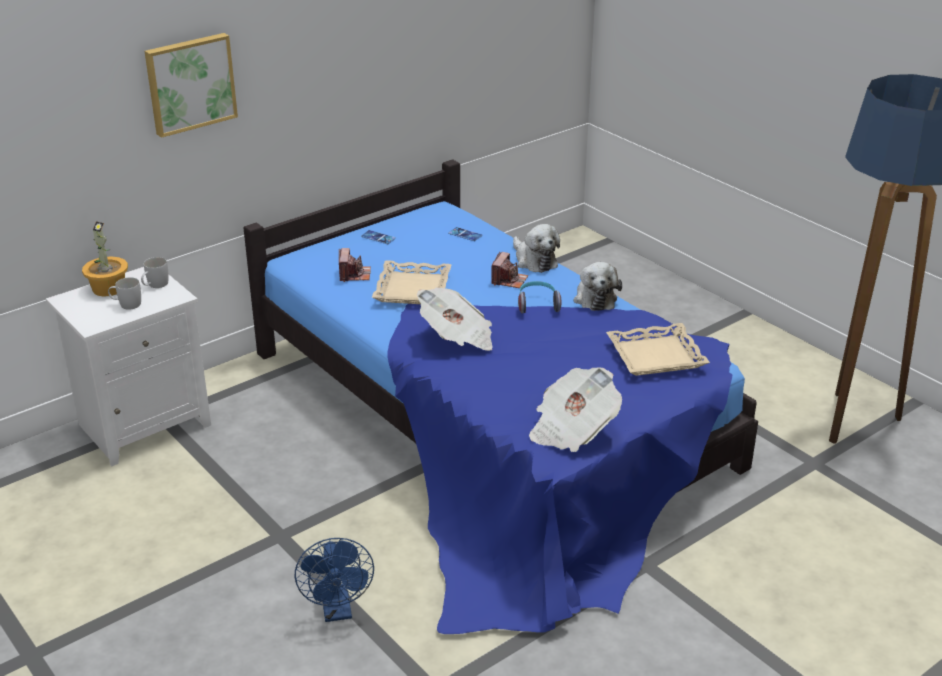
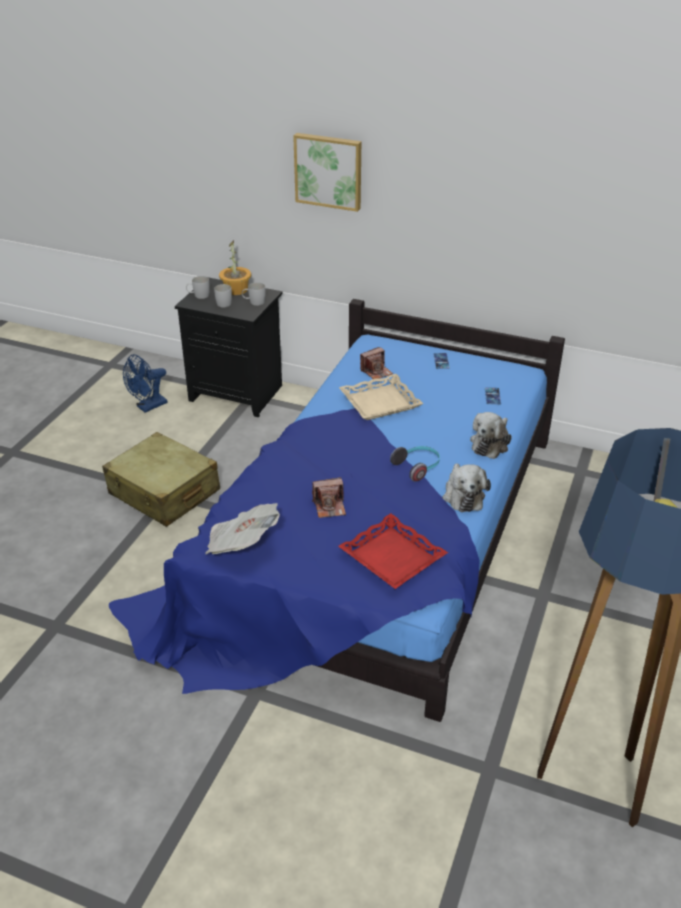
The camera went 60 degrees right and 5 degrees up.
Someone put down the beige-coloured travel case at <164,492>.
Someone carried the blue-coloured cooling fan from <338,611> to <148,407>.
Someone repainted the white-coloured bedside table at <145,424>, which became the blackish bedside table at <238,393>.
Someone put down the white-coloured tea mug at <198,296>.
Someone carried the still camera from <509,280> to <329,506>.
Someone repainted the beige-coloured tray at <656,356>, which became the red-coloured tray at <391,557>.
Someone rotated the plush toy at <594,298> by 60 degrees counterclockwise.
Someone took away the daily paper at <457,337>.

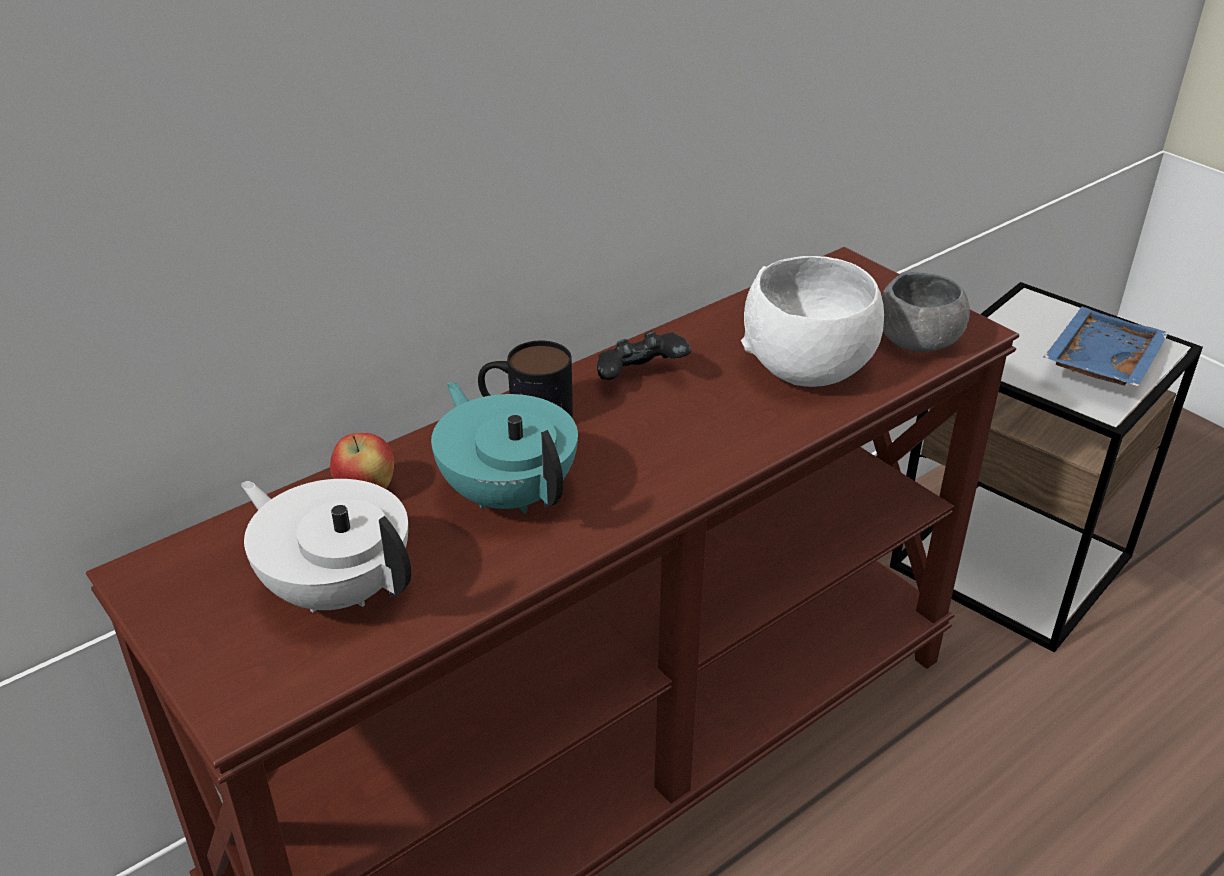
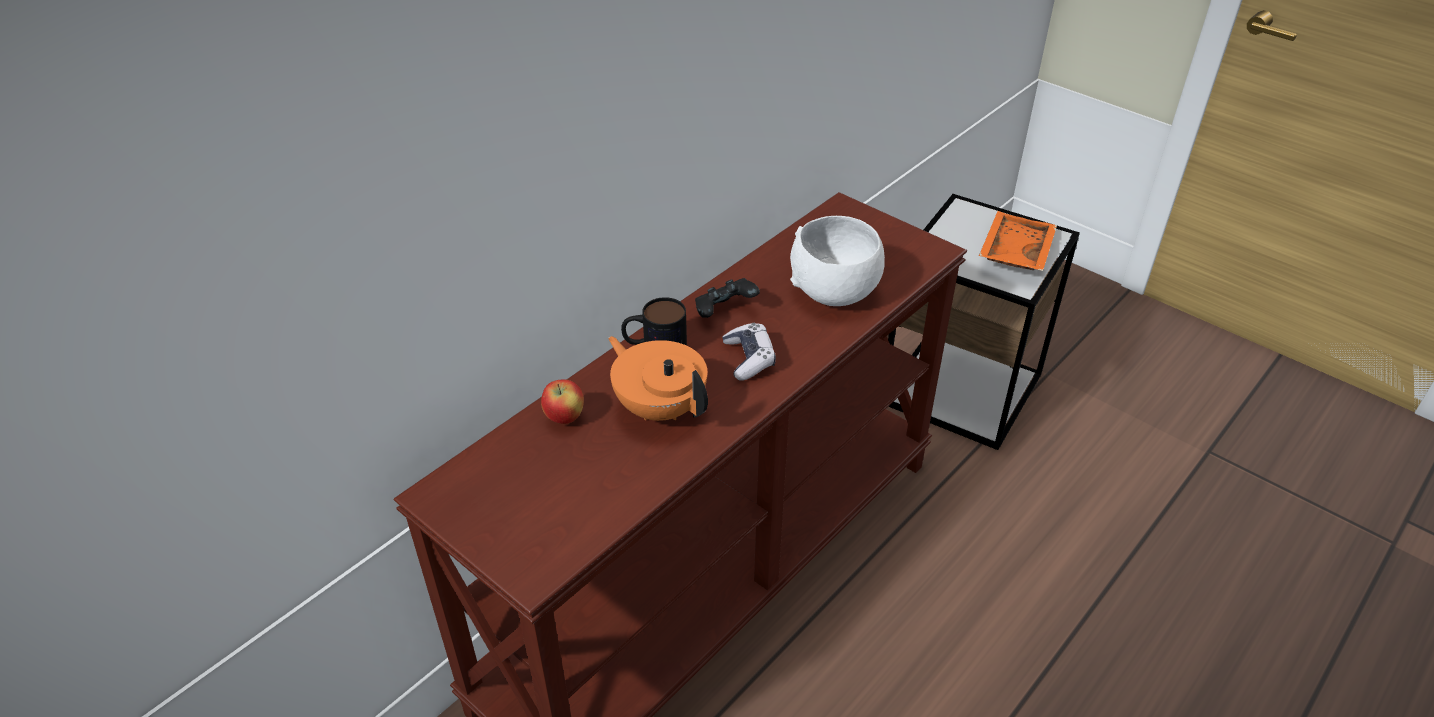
The camera went 10 degrees left and 5 degrees up.
Someone repainted the blue-green tea pot at <508,493>, which became the orangey tea pot at <660,407>.
Someone put down the game controller at <749,358>.
Someone repainted the blue-coloured tray at <1098,363>, which became the orangey tray at <1013,252>.
Someone took away the white-coloured tea pot at <337,588>.
Someone took away the grey deep dish at <917,342>.

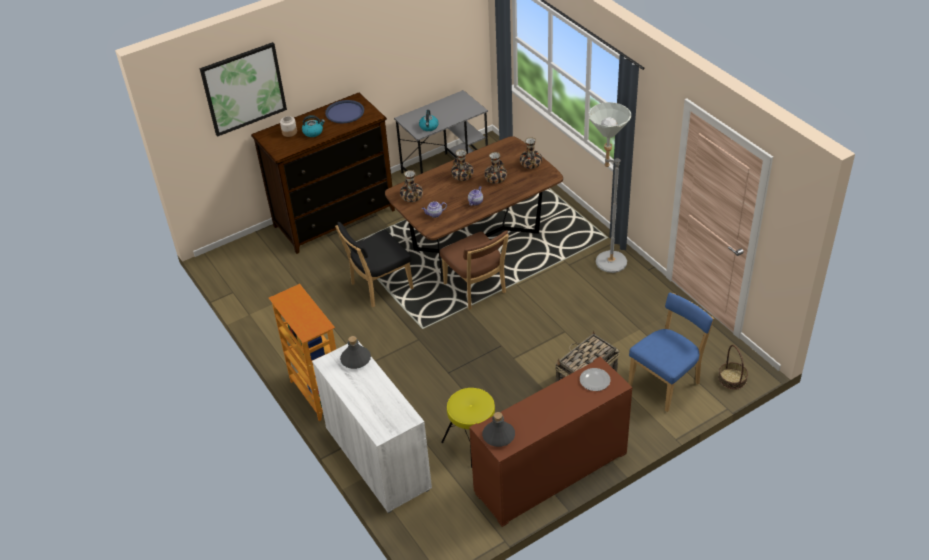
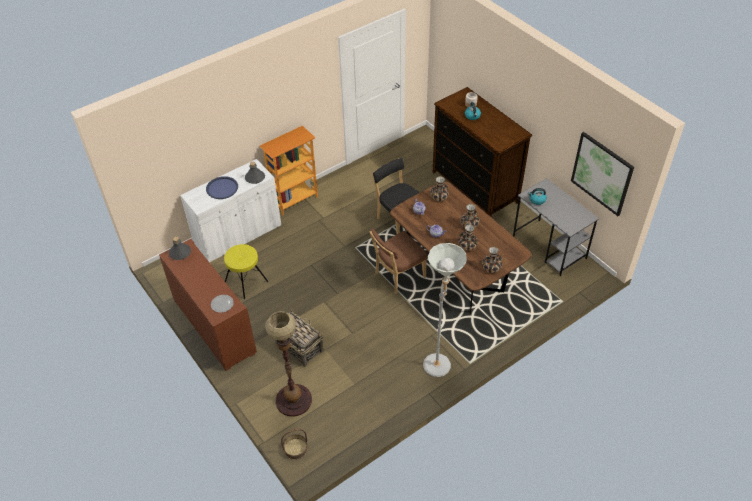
The camera went 85 degrees right and 5 degrees up.
Someone carried the blue-coloured tray from <344,112> to <222,188>.
Someone swapped the blue-coloured plain chair at <666,383> for the standing lamp at <294,400>.
Someone carried the picture from <244,89> to <602,173>.

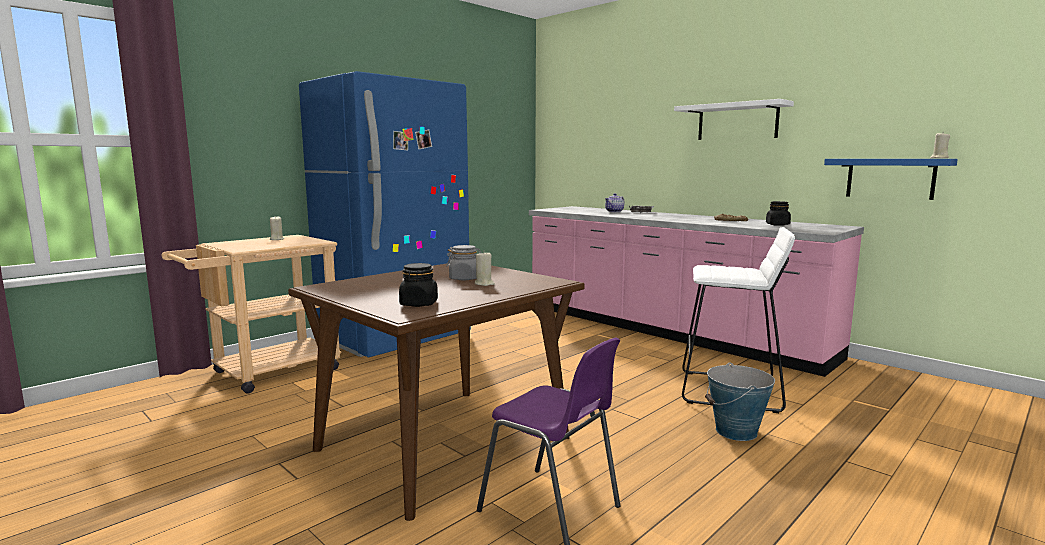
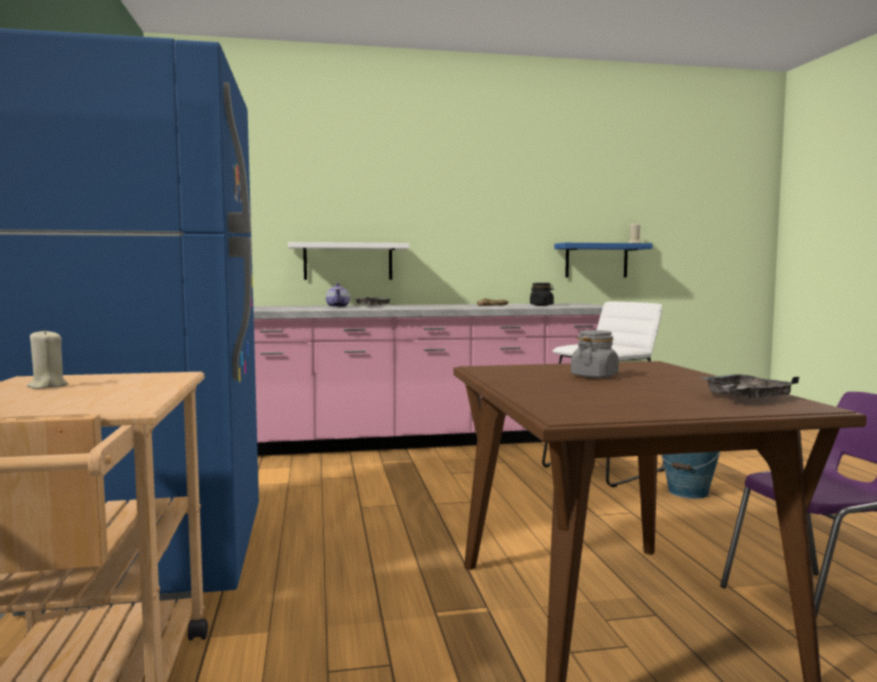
The camera went 55 degrees left and 5 degrees down.
Someone carried the white-coloured bracket shelf from <737,122> to <348,261>.
Someone swapped the blackish preserve jar at <419,304> for the grey tray at <745,398>.
Someone took away the beige-coloured candle at <484,284>.

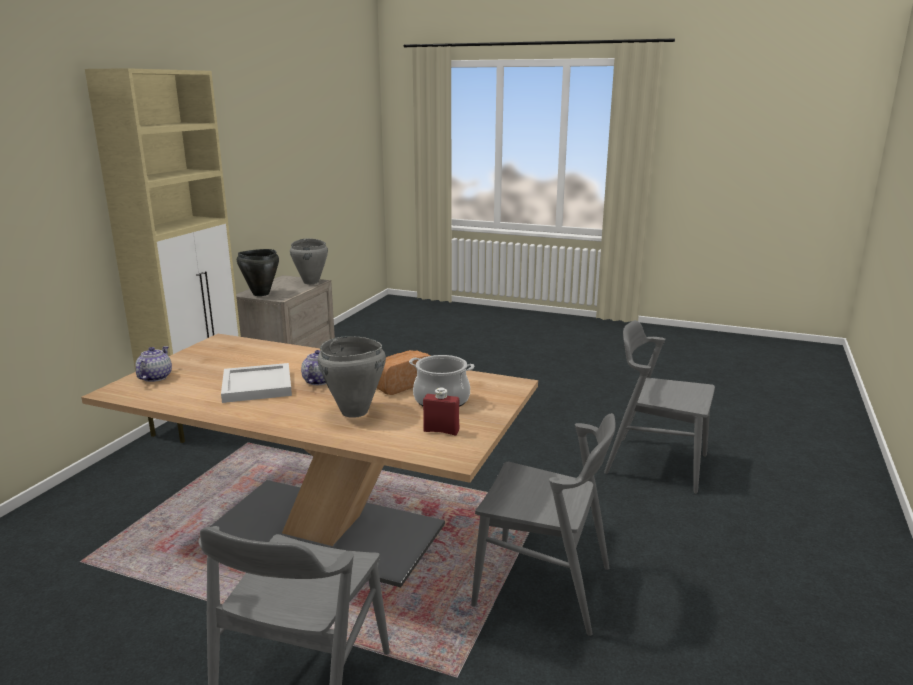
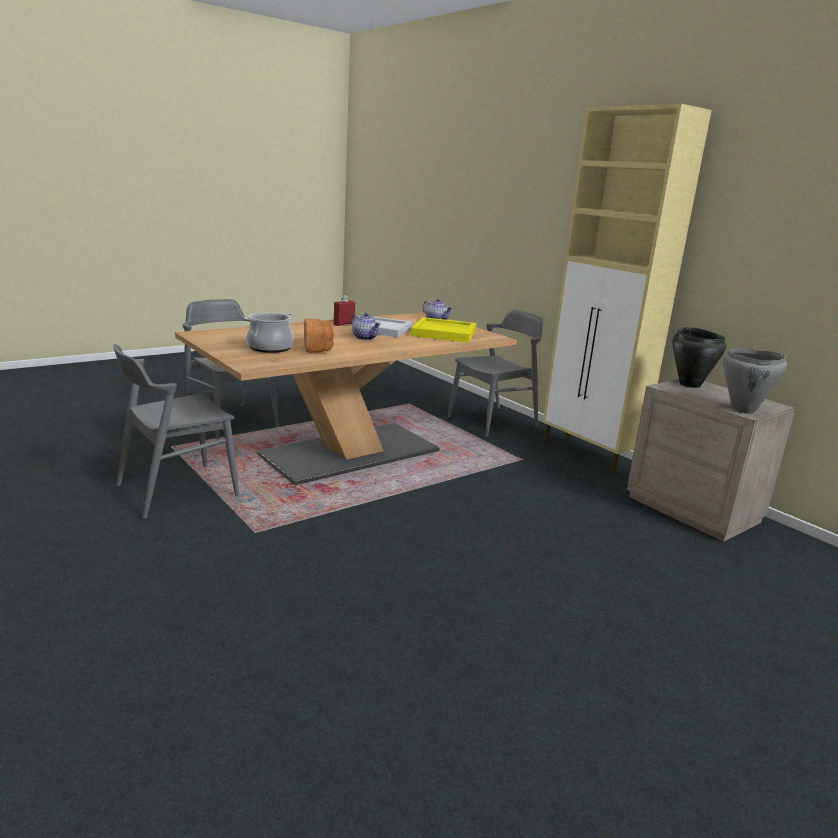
The camera went 120 degrees right and 0 degrees up.
Someone carried the red-coloured drink bottle from <441,431> to <344,324>.
Someone put down the yellowish tray at <444,333>.
Someone carried the grey plain chair from <656,464> to <493,421>.
Someone took away the grey stockpot at <354,412>.

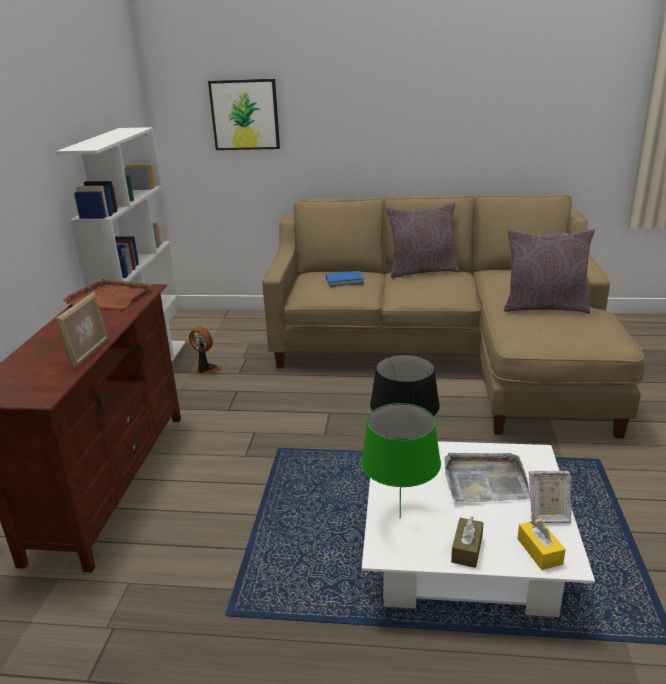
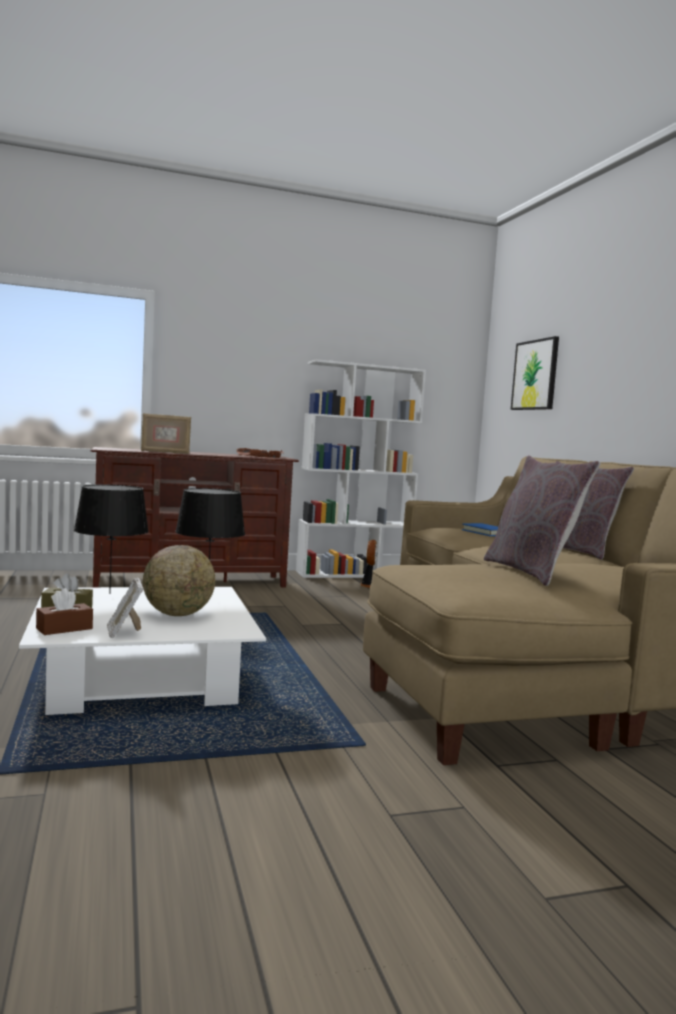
The camera went 65 degrees right and 20 degrees down.
Someone repainted the yellowish box of tissues at <539,551>, which became the brown-coloured box of tissues at <64,628>.
Someone repainted the greenish table lamp at <400,518>, which became the blackish table lamp at <109,594>.
Someone swapped the grey tray at <484,480> for the world globe at <178,614>.

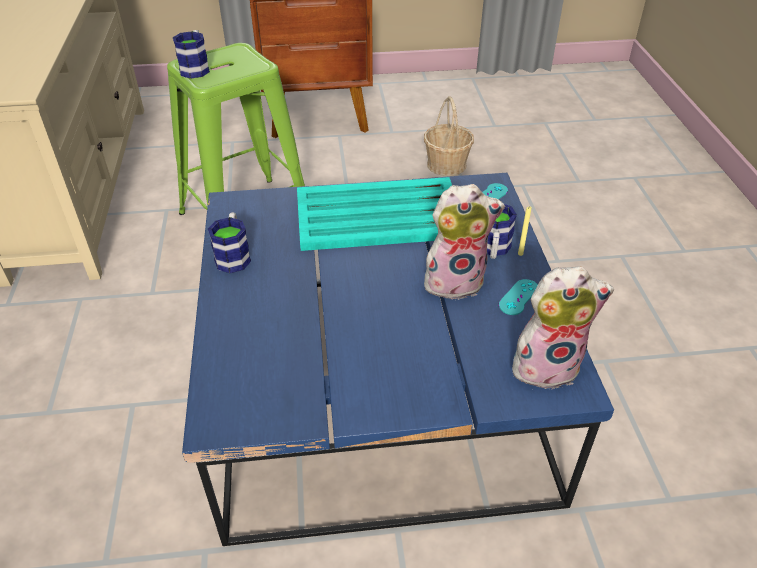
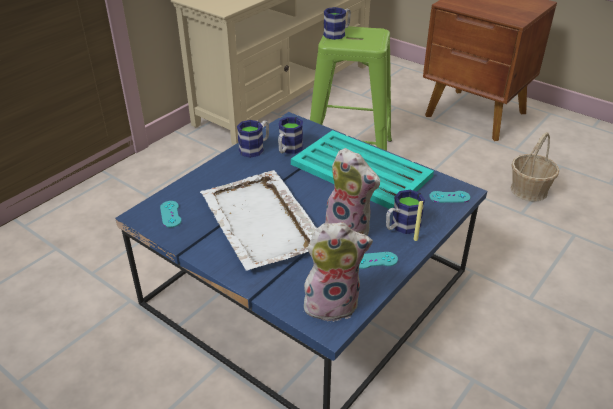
The camera went 45 degrees right and 5 degrees down.
Someone put down the blue-green game controller at <170,214>.
Someone put down the white-coloured tray at <261,223>.
Someone put down the tea mug at <288,150>.
Someone rotated the plush toy at <546,365> by 45 degrees counterclockwise.

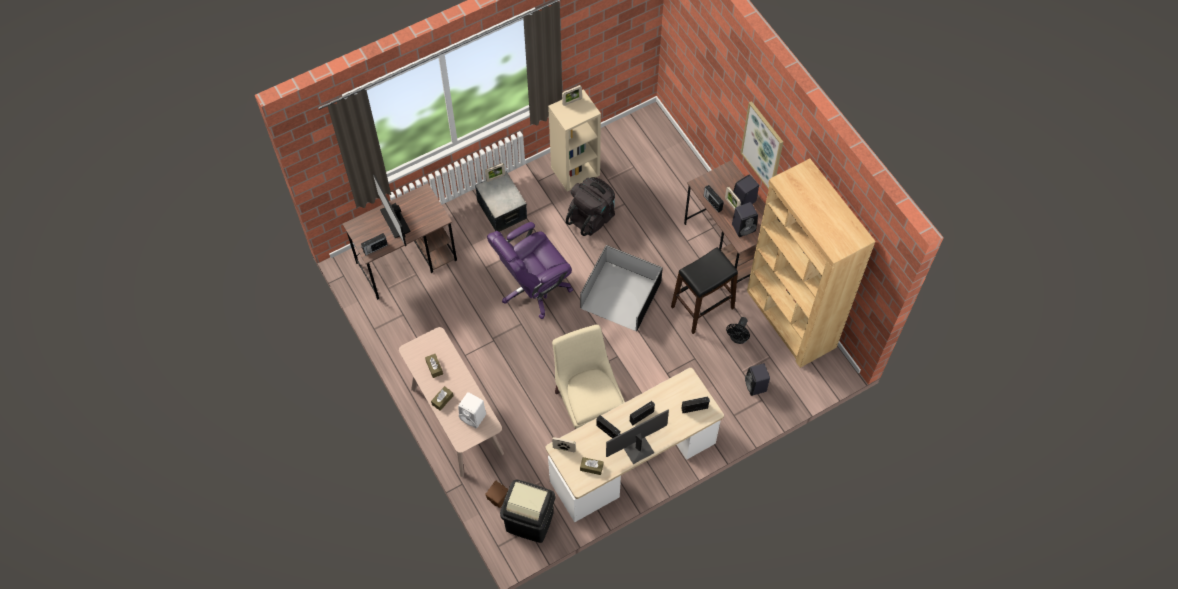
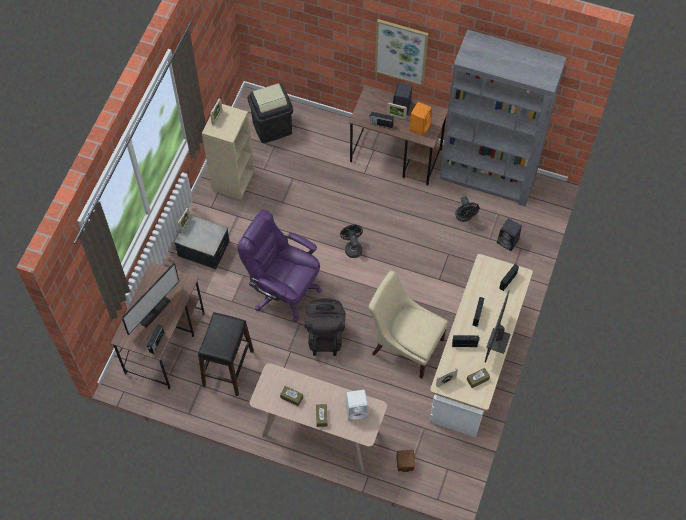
The camera went 40 degrees left and 0 degrees up.
Someone rotated the computer screen at <395,220> by 75 degrees counterclockwise.
Someone carried the blackish sitting stool from <702,308> to <228,368>.
Someone rotated the purplish desk chair at <533,288> by 105 degrees clockwise.
Someone carried the blackish rubbish bin from <530,521> to <272,127>.
Someone carried the blackish rucksack from <592,217> to <325,334>.
Someone swapped the blackish storage bin at <619,295> for the blackish cooling fan at <352,247>.
Someone repainted the blackish loudspeaker at <744,227>, which became the orangey loudspeaker at <420,126>.
Someone repainted the brown-coloured shelving unit at <790,319>, which became the grey shelving unit at <488,177>.

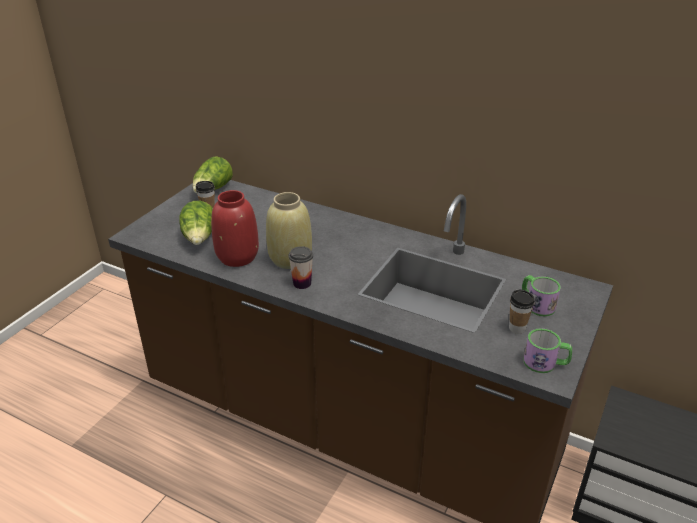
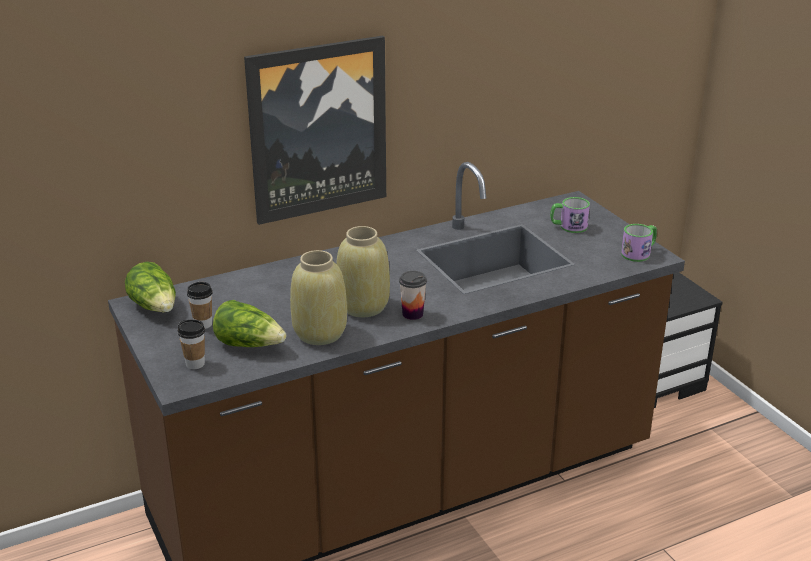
The camera went 55 degrees left and 5 degrees down.
Someone carried the drinking cup from <517,328> to <195,364>.
Someone put up the picture at <317,129>.
Someone repainted the red-coloured decorative vase at <237,257>, which became the beige-coloured decorative vase at <319,334>.

